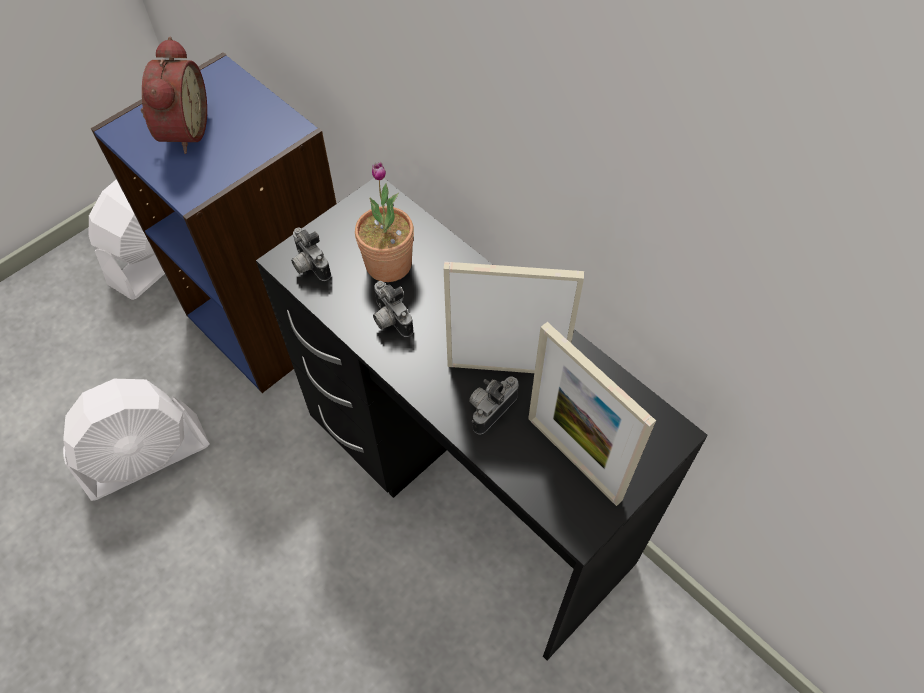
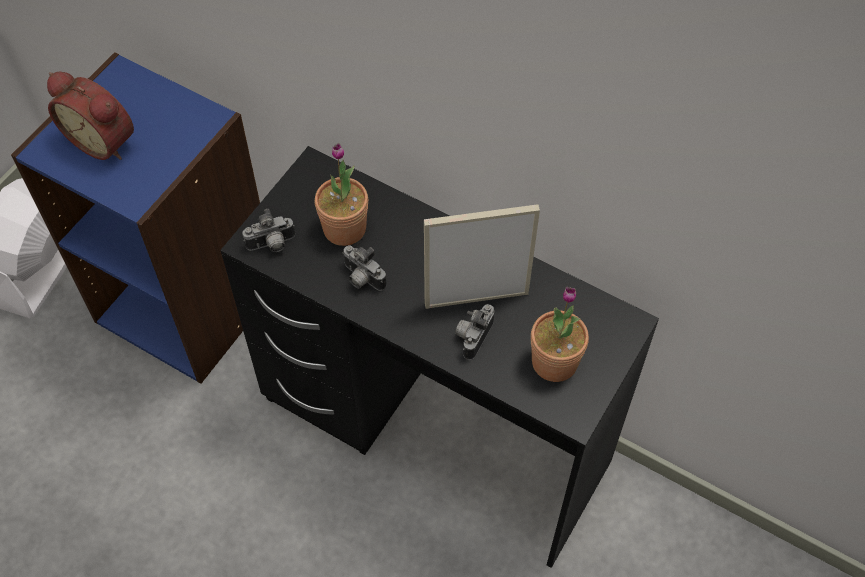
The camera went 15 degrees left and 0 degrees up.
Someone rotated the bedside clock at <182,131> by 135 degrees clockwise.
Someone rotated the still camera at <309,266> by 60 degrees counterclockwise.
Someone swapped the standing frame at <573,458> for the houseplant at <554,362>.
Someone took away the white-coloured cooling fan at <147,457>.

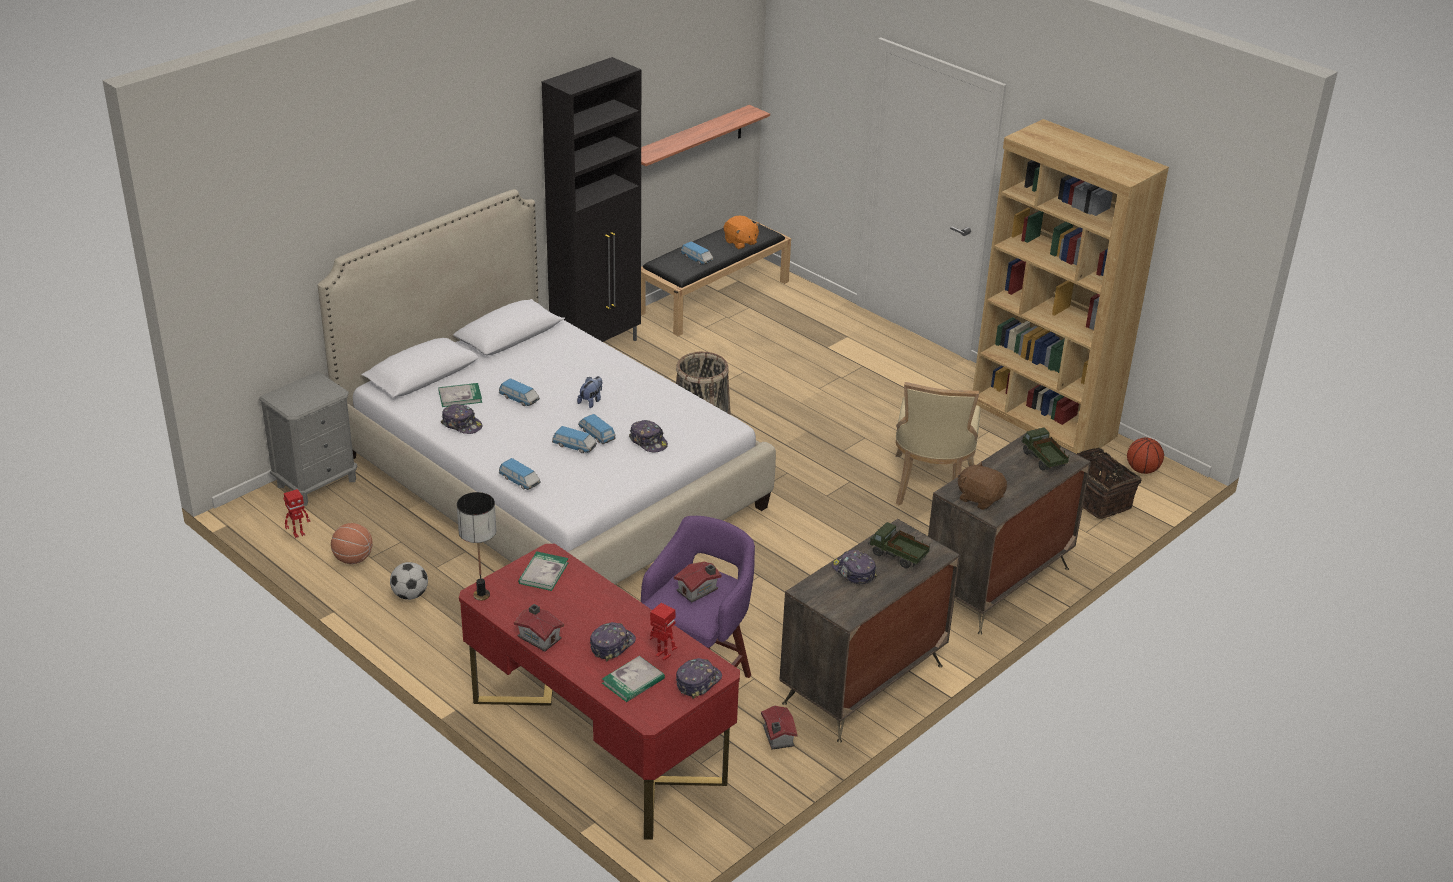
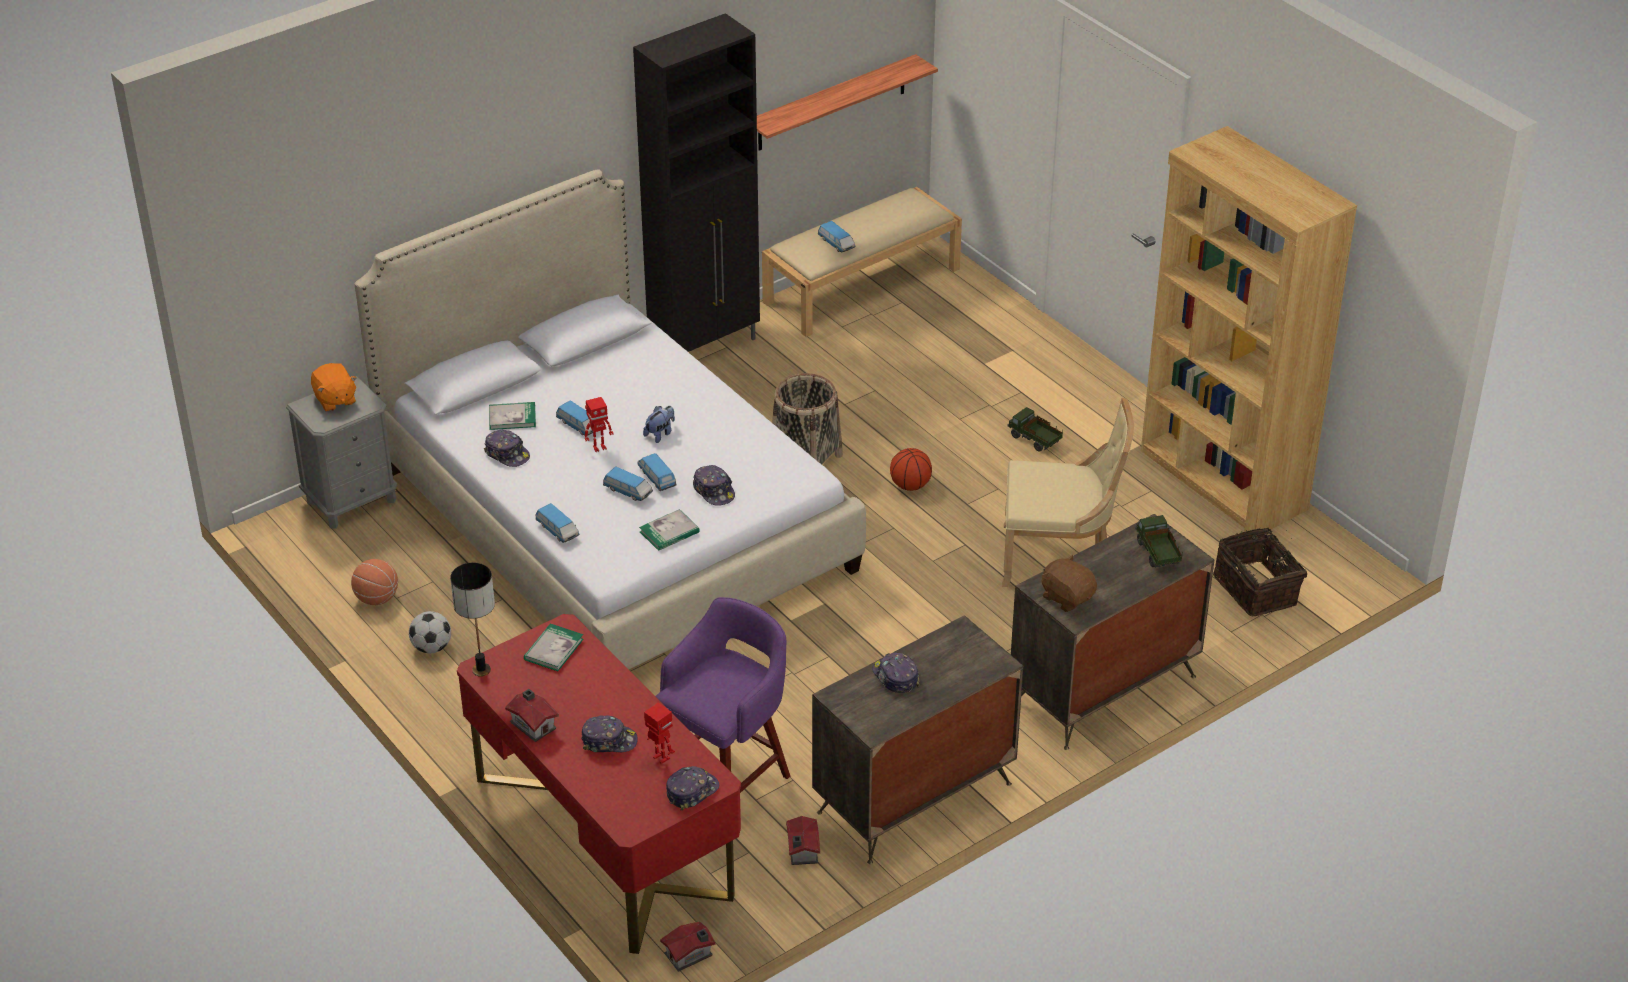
The camera went 10 degrees right and 5 degrees up.
Someone carried the orangey plush toy from <740,242> to <335,400>.
Someone rotated the cap at <612,645> by 45 degrees clockwise.
Someone carried the toy robot from <298,534> to <599,447>.
Someone carried the book from <633,681> to <669,532>.
Someone carried the miniature house from <698,590> to <690,955>.
Someone repainted the blackish indoor bench at <714,296>, which became the beige-coloured indoor bench at <862,284>.
Someone carried the basketball ball from <1142,470> to <910,485>.
Someone rotated the beige-coloured plain chair at <930,486> by 105 degrees counterclockwise.
Someone carried the model truck from <897,557> to <1034,440>.

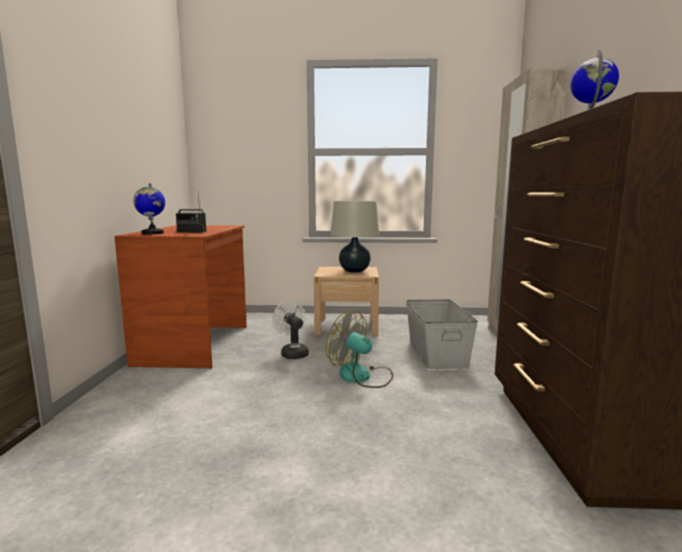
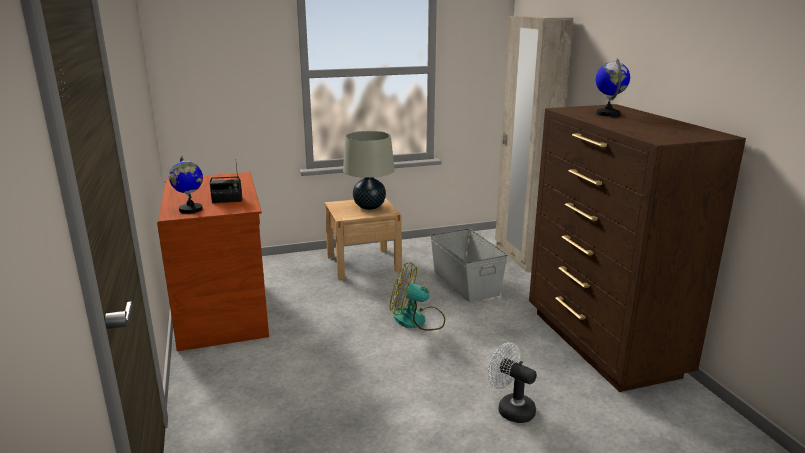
The camera went 20 degrees left and 10 degrees up.
Someone carried the white-coloured cooling fan from <292,353> to <510,409>.

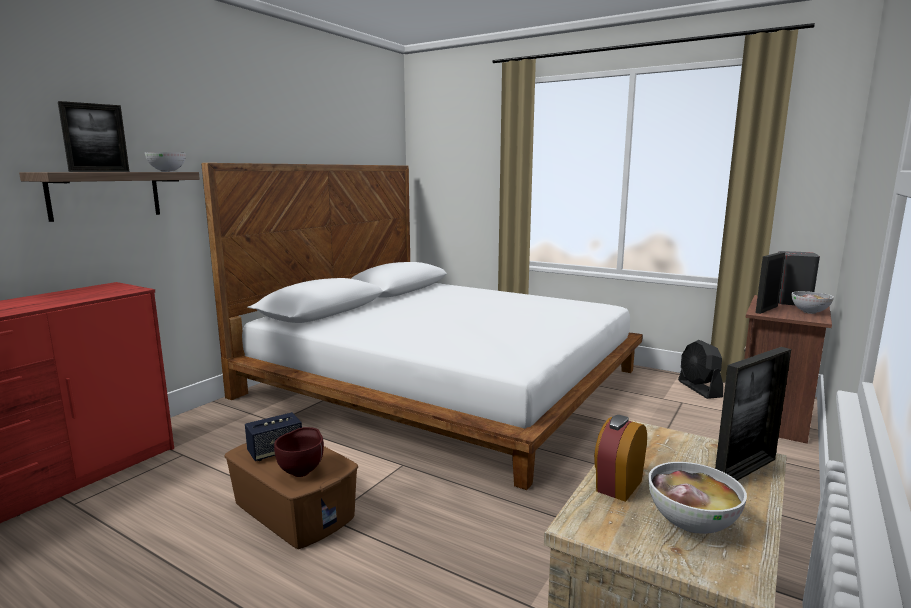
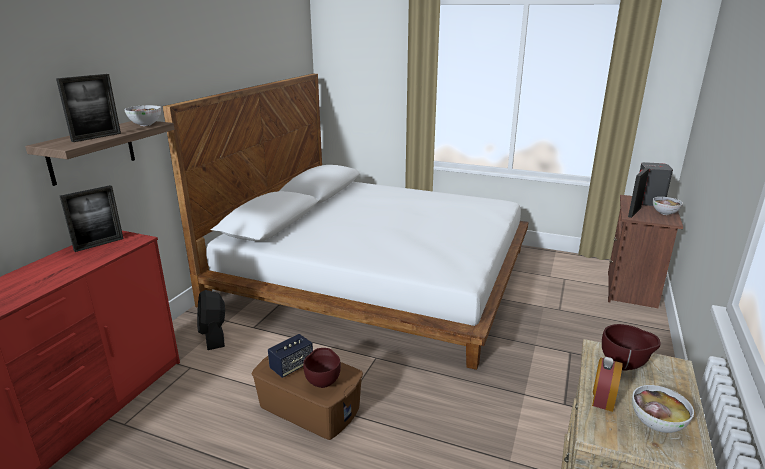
The camera went 10 degrees left and 10 degrees up.
Someone carried the standing frame from <745,471> to <99,244>.
Someone carried the blackish cooling fan from <699,389> to <213,335>.
Someone put down the brown-coloured deep dish at <625,366>.

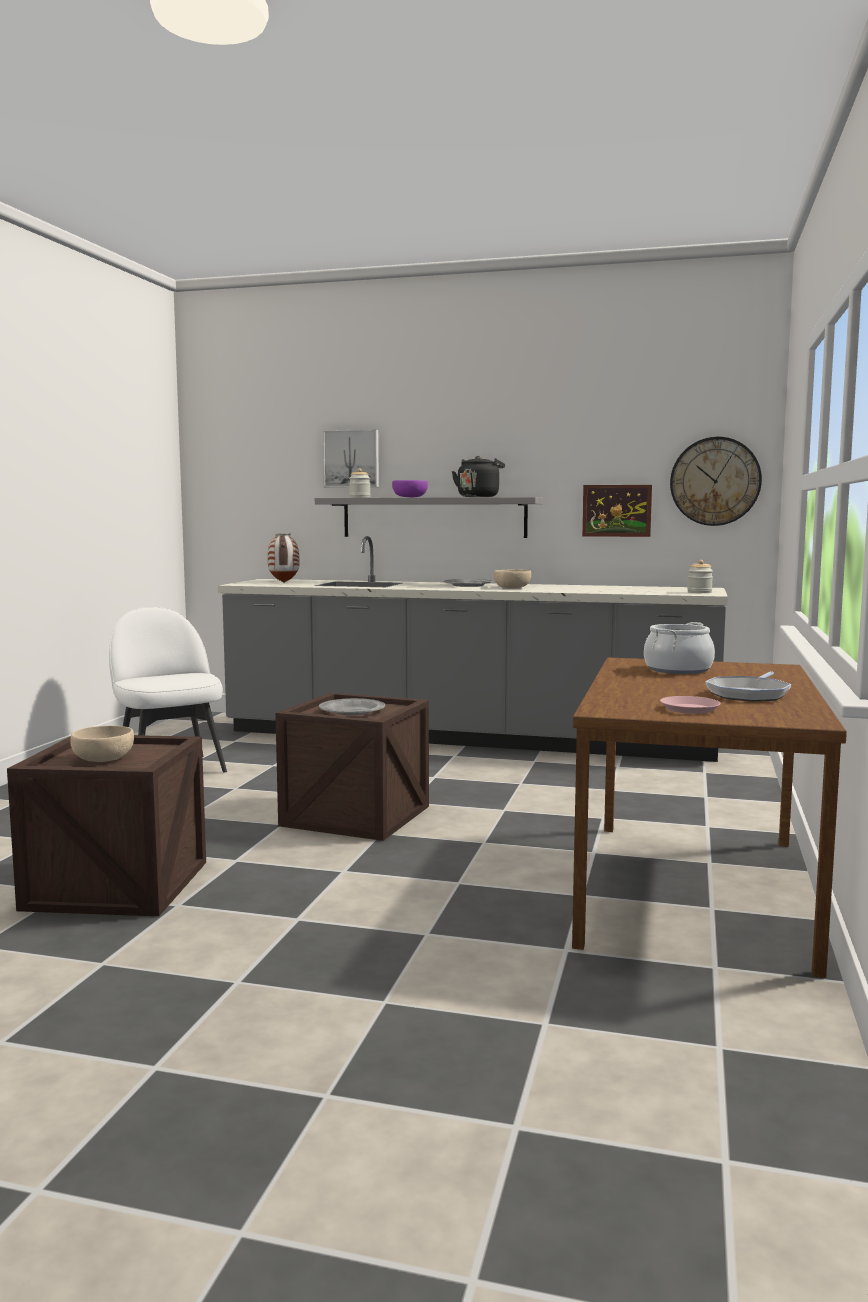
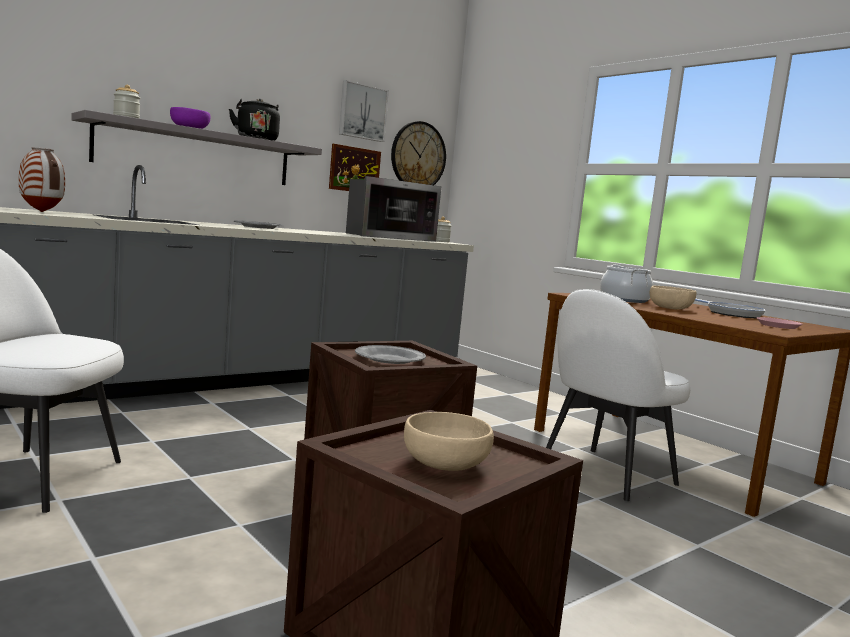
The camera went 55 degrees left and 0 degrees up.
Someone carried the picture from <351,458> to <362,112>.
Someone put down the microwave oven at <387,237>.
Someone put down the white-coloured plain chair at <605,474>.
Someone carried the beige-coloured deep dish from <512,588> to <670,308>.

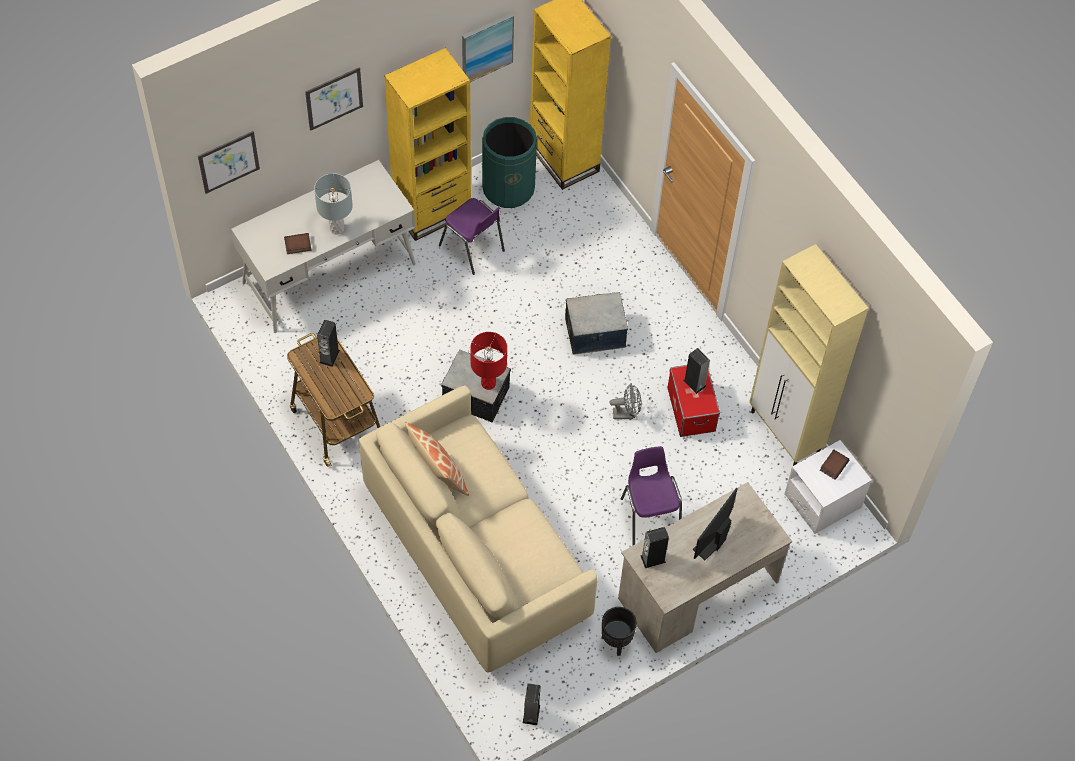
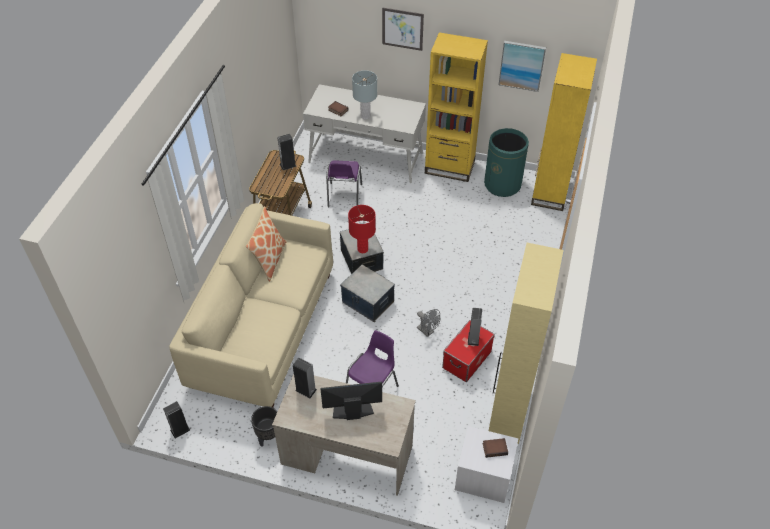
The camera went 50 degrees right and 10 degrees down.
Someone carried the purplish plain chair from <473,249> to <344,196>.
Someone carried the storage bin from <595,333> to <368,302>.
Someone took away the picture at <228,161>.

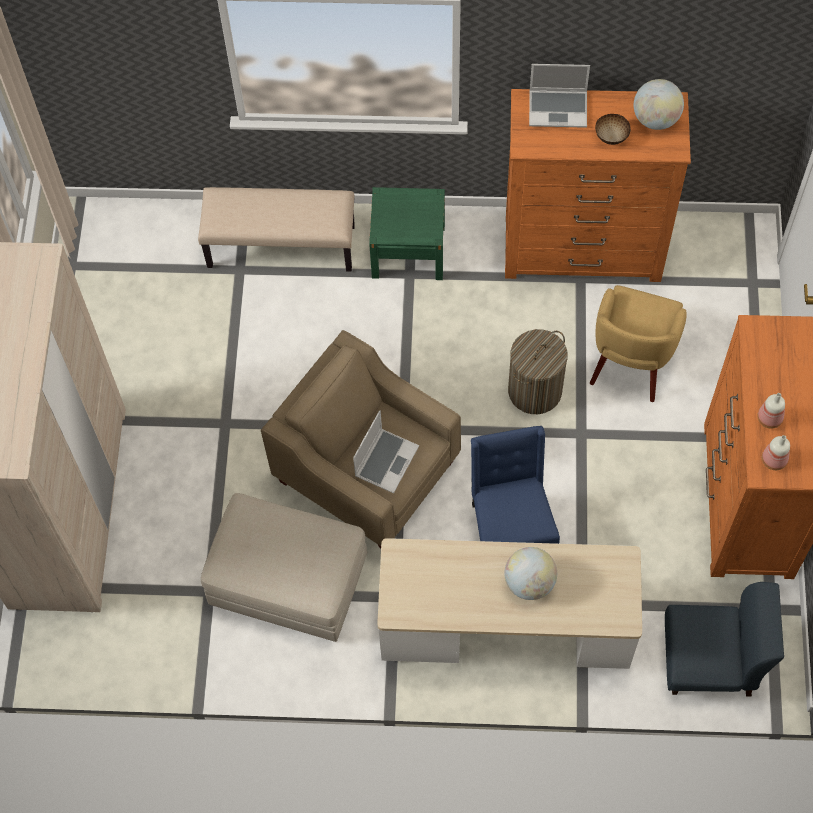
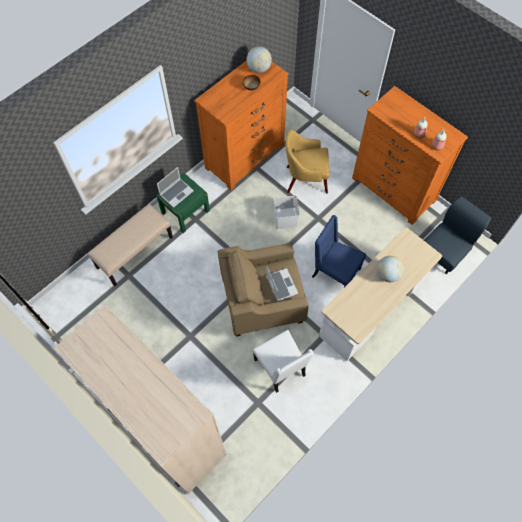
The camera went 50 degrees left and 0 degrees up.
Someone carried the laptop from <558,109> to <176,192>.
Someone swapped the beige-coloured pouffe at <287,580> for the white-coloured plain chair at <281,368>.
Someone swapped the washing basket at <535,391> for the white-coloured storage bin at <286,218>.
Someone rotated the yellowish armchair at <631,360> by 120 degrees clockwise.

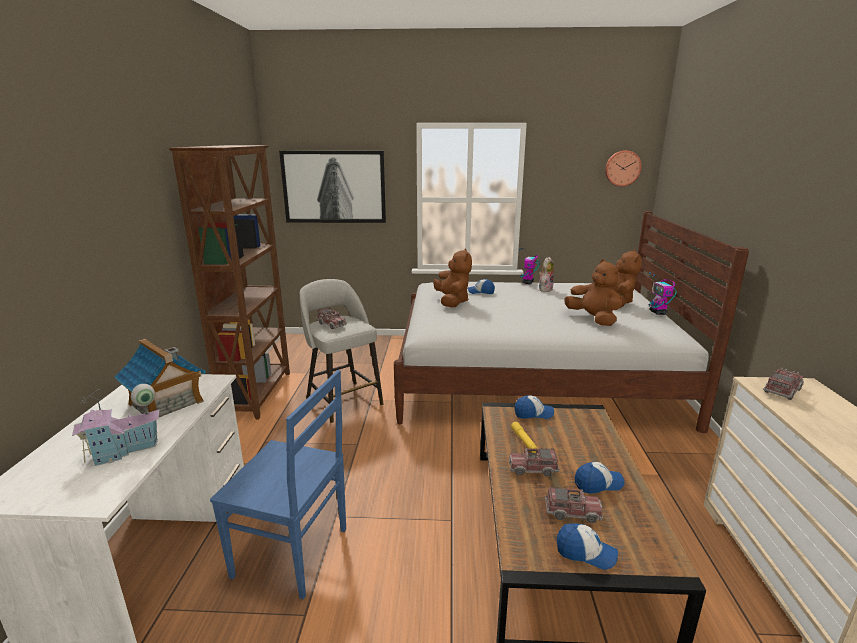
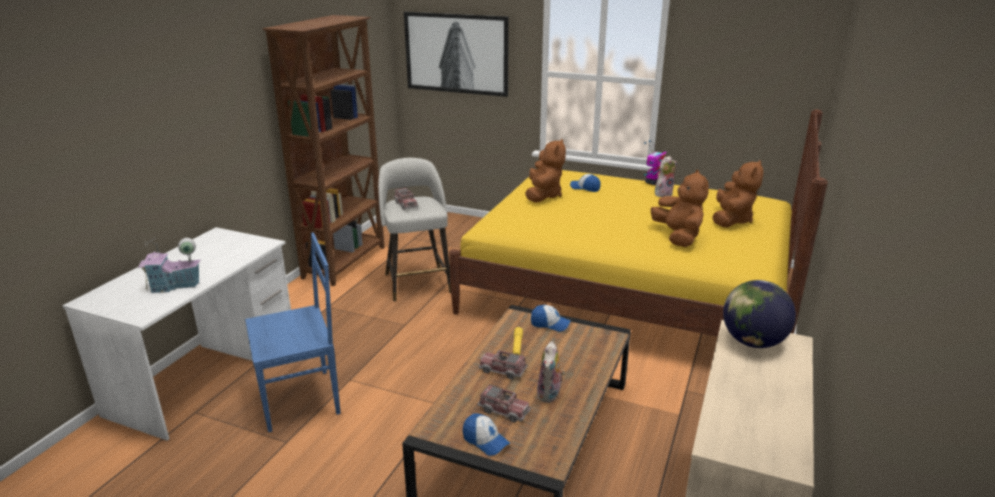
The camera went 20 degrees right and 5 degrees up.
Someone rotated the blue-coloured plain chair at <294,553> by 60 degrees counterclockwise.
Someone repainted the white-coloured sleeping bed at <532,377>, which became the yellowish sleeping bed at <628,292>.
Someone swapped the cap at <598,484> for the plush toy at <550,395>.
Someone swapped the model truck at <782,391> for the world globe at <752,342>.
Someone took away the miniature house at <166,403>.
Someone took away the clock on the wall at <622,168>.
Someone took away the toy robot at <658,313>.

